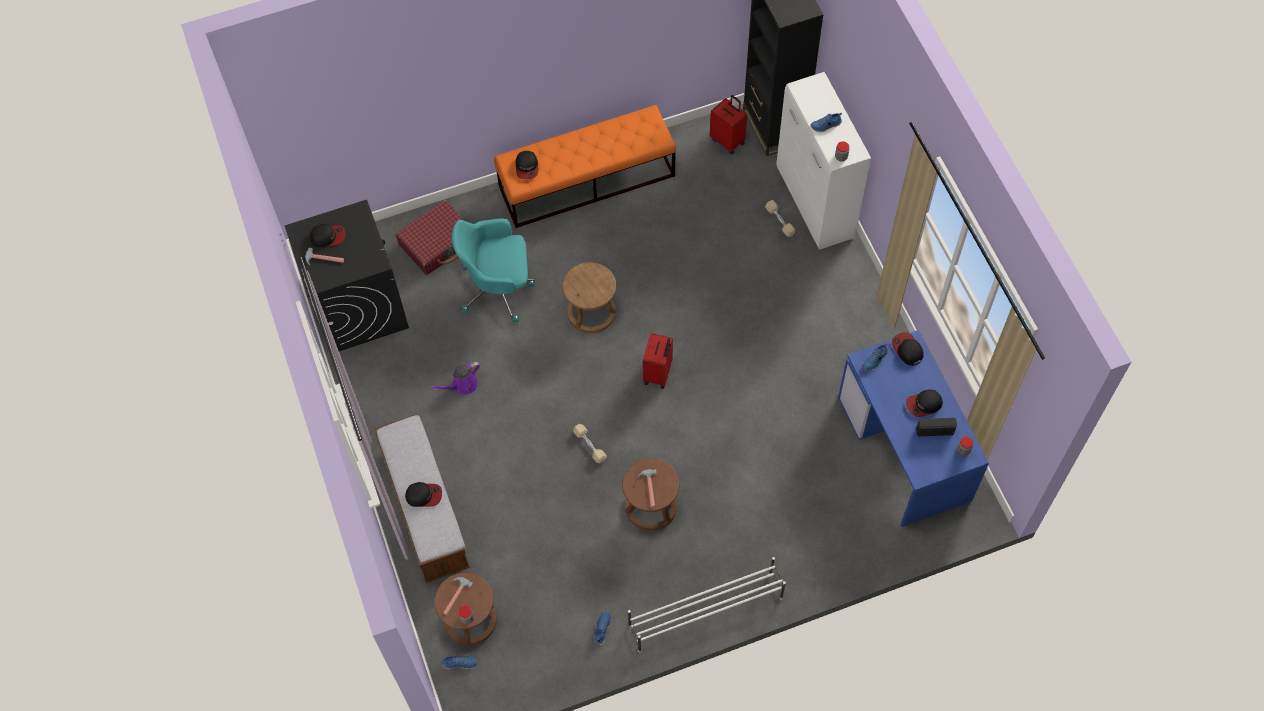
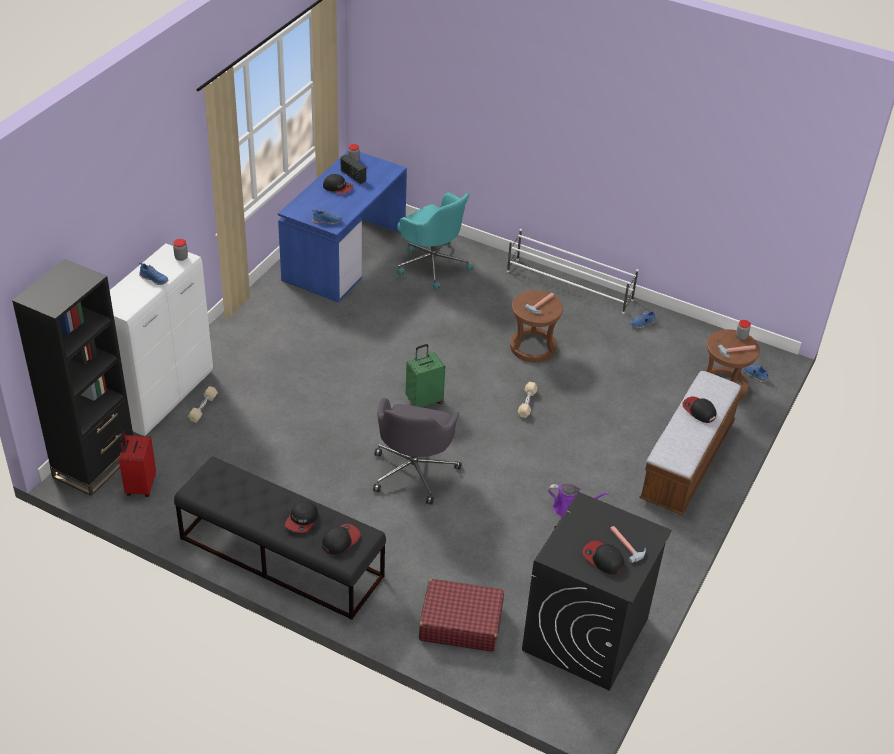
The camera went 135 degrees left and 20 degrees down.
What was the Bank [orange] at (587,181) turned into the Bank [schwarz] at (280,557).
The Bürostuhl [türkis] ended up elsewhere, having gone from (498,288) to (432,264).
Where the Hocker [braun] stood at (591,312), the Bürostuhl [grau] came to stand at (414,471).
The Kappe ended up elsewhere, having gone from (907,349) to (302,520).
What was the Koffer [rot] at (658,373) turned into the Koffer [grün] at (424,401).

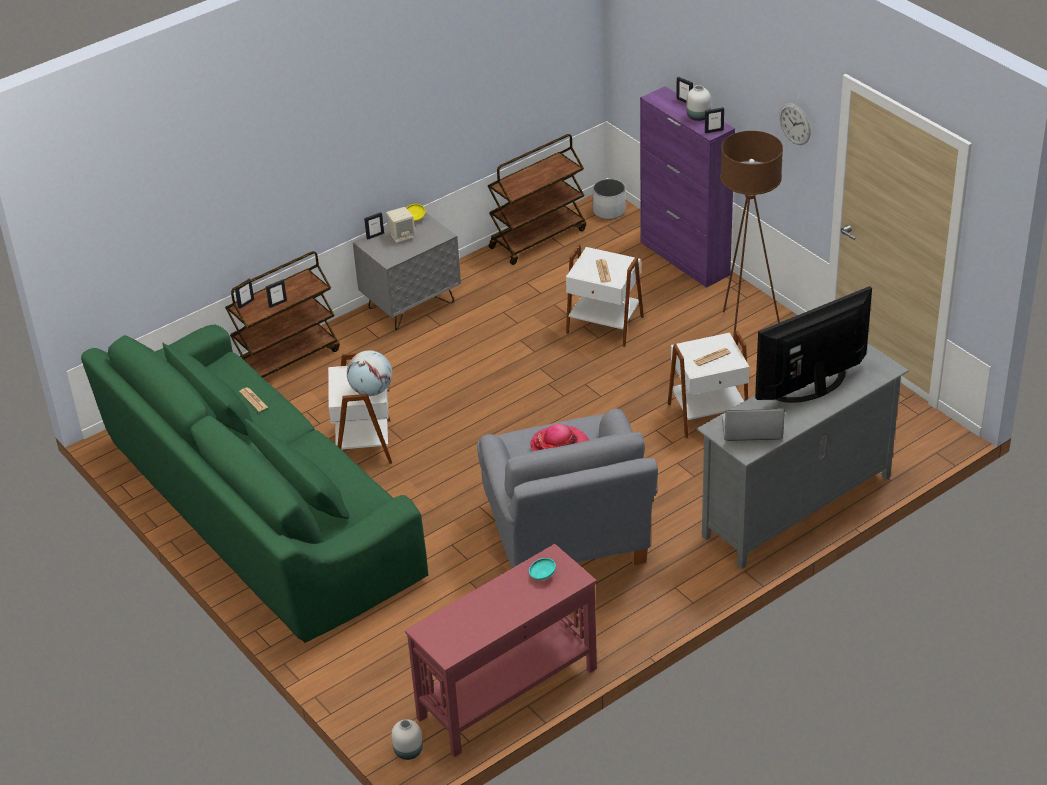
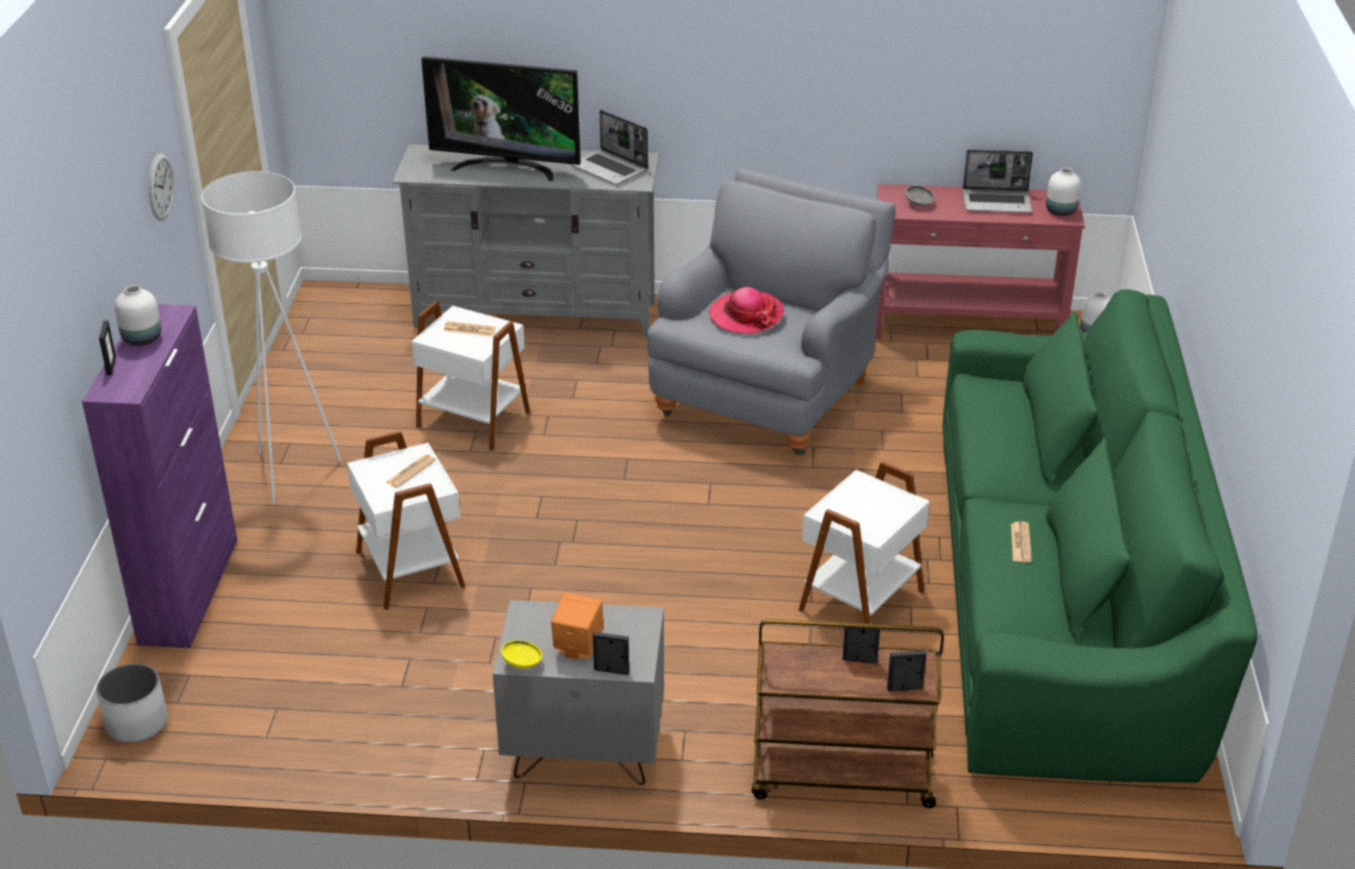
The camera went 140 degrees left and 5 degrees down.
The second view lost the Bilderrahmen at (714,131).
What was the Stehlampe [braun] at (745,329) turned into the Stehlampe [weiß] at (291,472).
The second view lost the Rollwagen [braun] at (538,238).
What was the Lautsprecher [beige] at (401,236) turned into the Lautsprecher [orange] at (577,647).
The second view lost the Globus at (371,390).
What was the Schüssel [türkis] at (542,575) turned into the Schüssel [grau] at (919,204).
The second view gained the Laptop at (997,202).
The second view gained the Vase [weiß] at (1060,211).

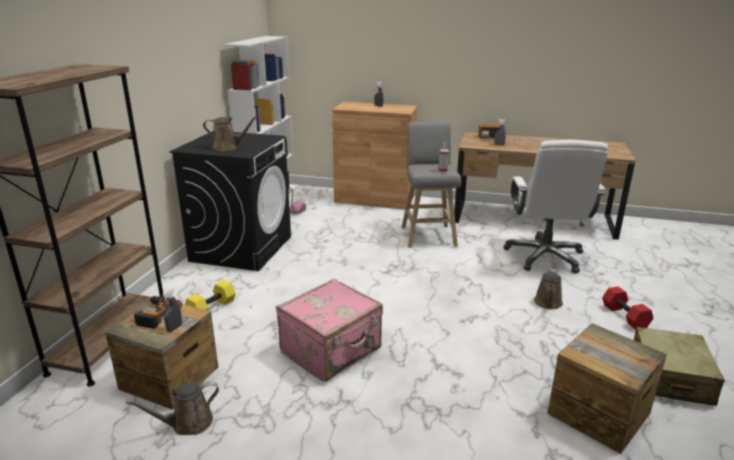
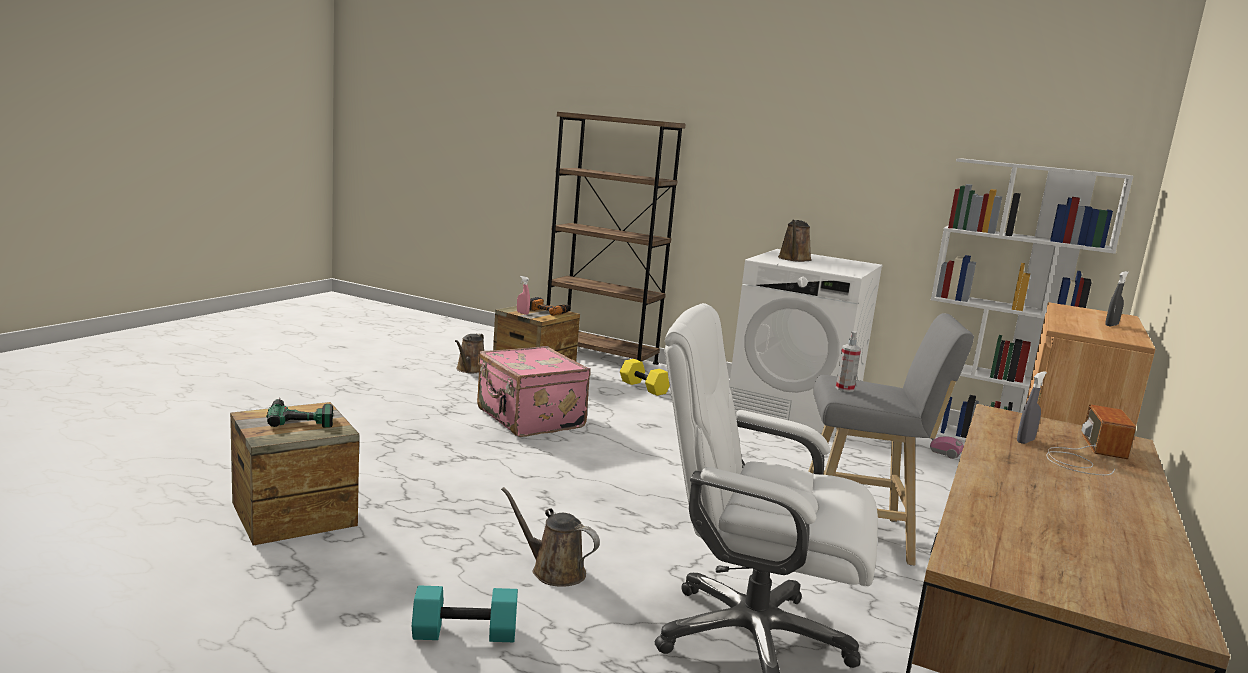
The camera went 100 degrees right and 10 degrees down.
What was the Waschmaschine [schwarz] at (242,248) turned into the Waschmaschine [weiß] at (794,410).
What was the Hantel [rot] at (625,316) turned into the Hantel [türkis] at (463,634).
What was the Sprühflasche [grau] at (174,328) turned into the Sprühflasche [rosa] at (522,313).
The second view lost the Koffer [beige] at (670,377).
The Gießkanne [braun] at (188,424) ended up facing another way, 150 degrees counterclockwise from before.
The second view gained the Bohrmaschine at (301,415).

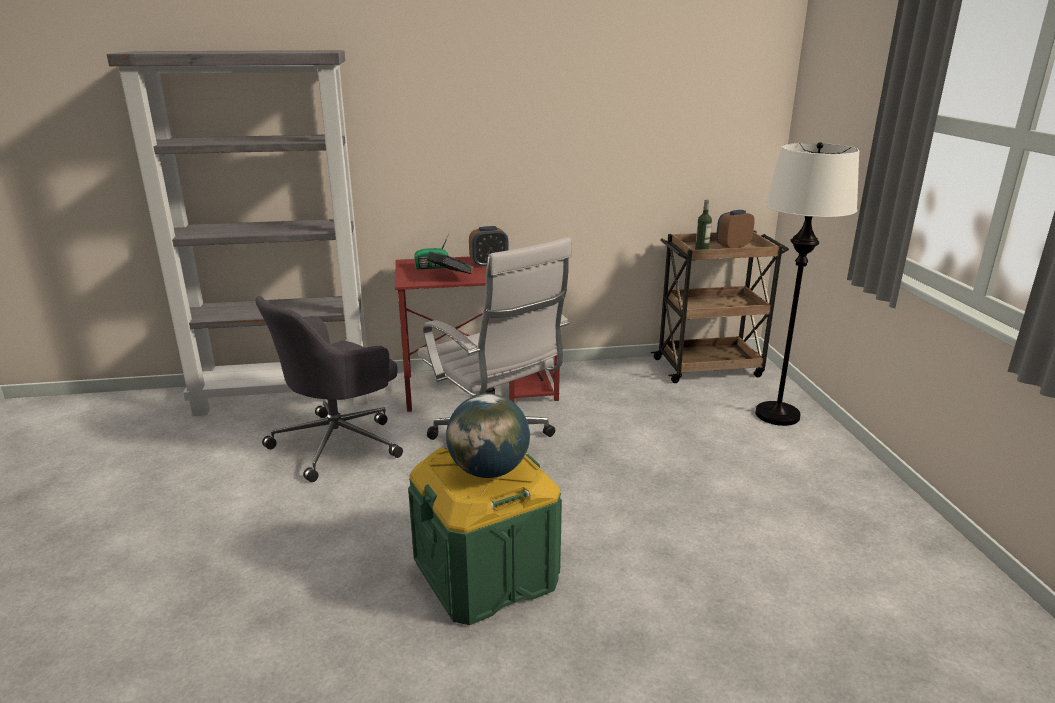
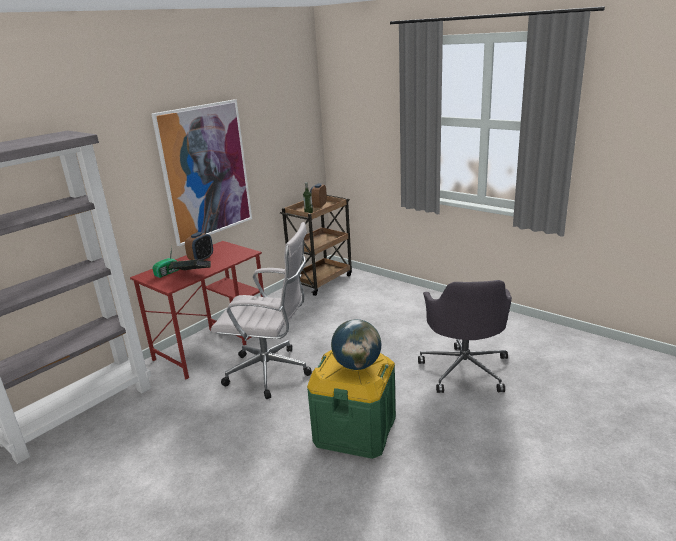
The camera went 40 degrees left and 0 degrees up.
The second view lost the Stehlampe [weiß] at (777,415).
The Bürostuhl [grau] ended up elsewhere, having gone from (339,443) to (465,368).
The second view gained the Bild at (205,171).

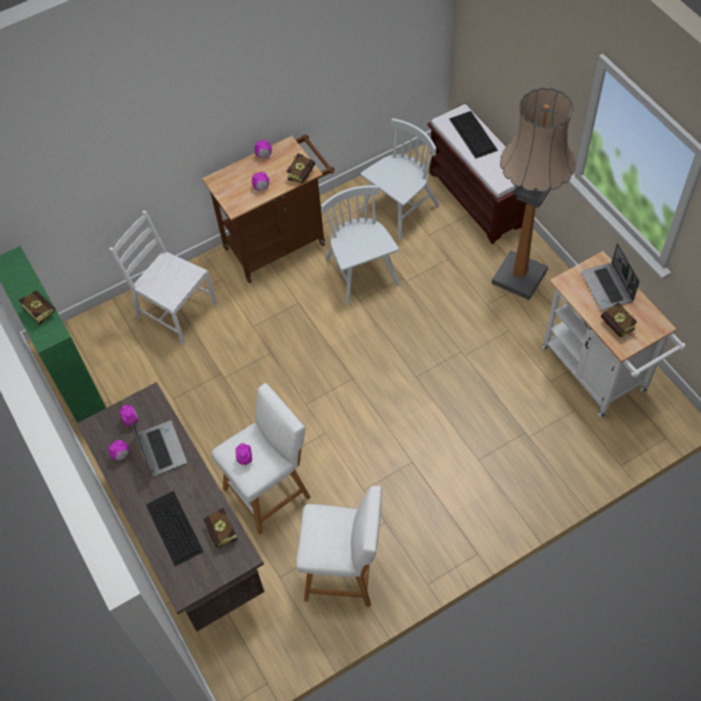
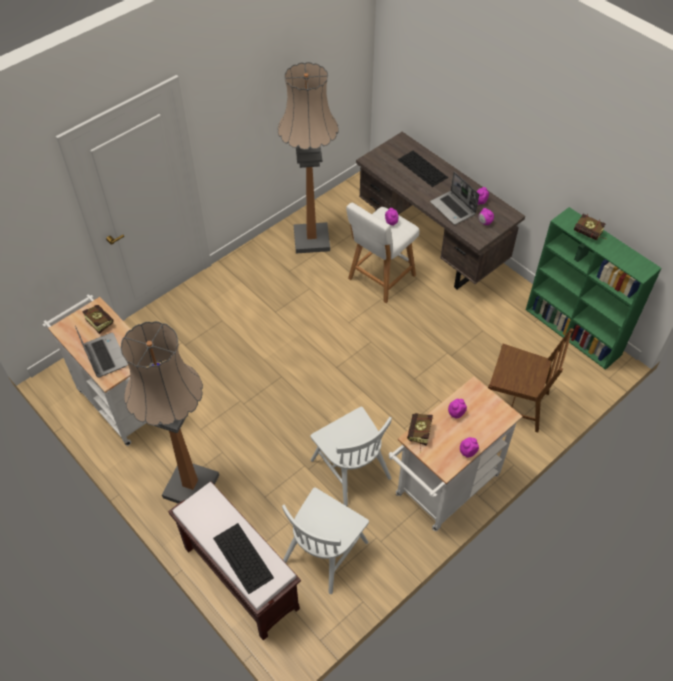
The camera went 165 degrees right and 5 degrees down.
What was the Rollwagen [braun] at (280,243) turned into the Rollwagen [weiß] at (443,490).
What was the Stuhl [weiß] at (175,311) turned into the Stuhl [braun] at (516,403).
Where the Hocker [weiß] stood at (345,572), the Stehlampe came to stand at (311,239).
The second view lost the Buch at (223,535).

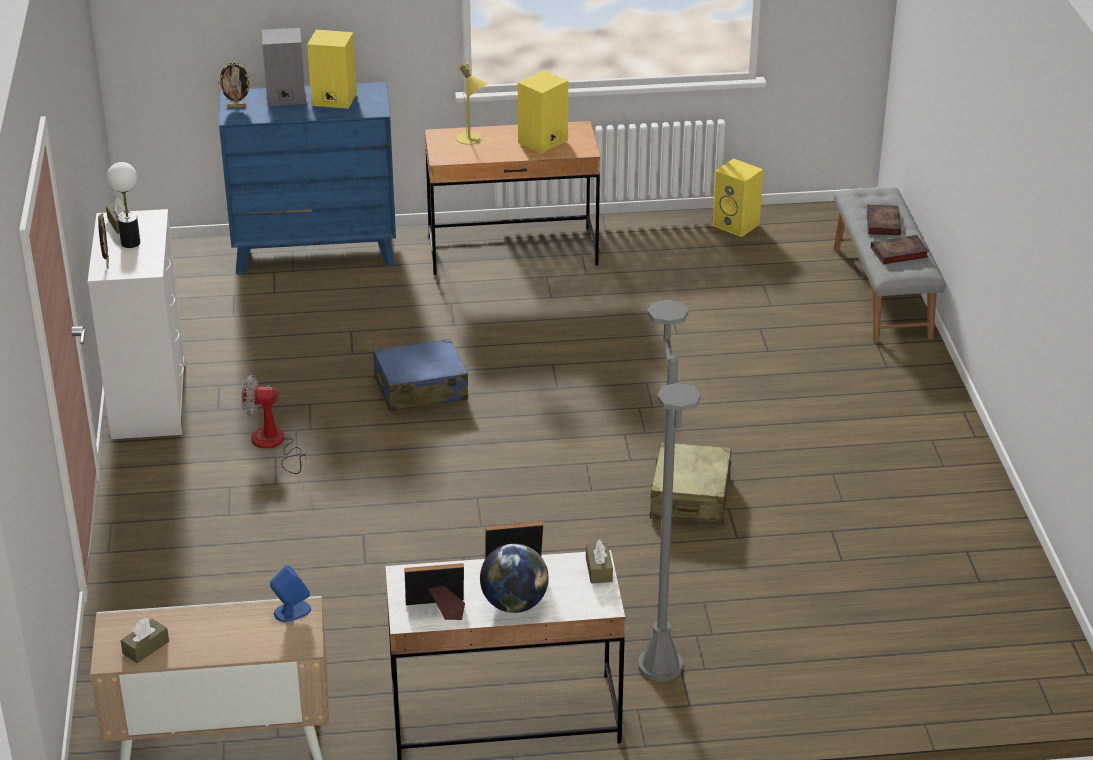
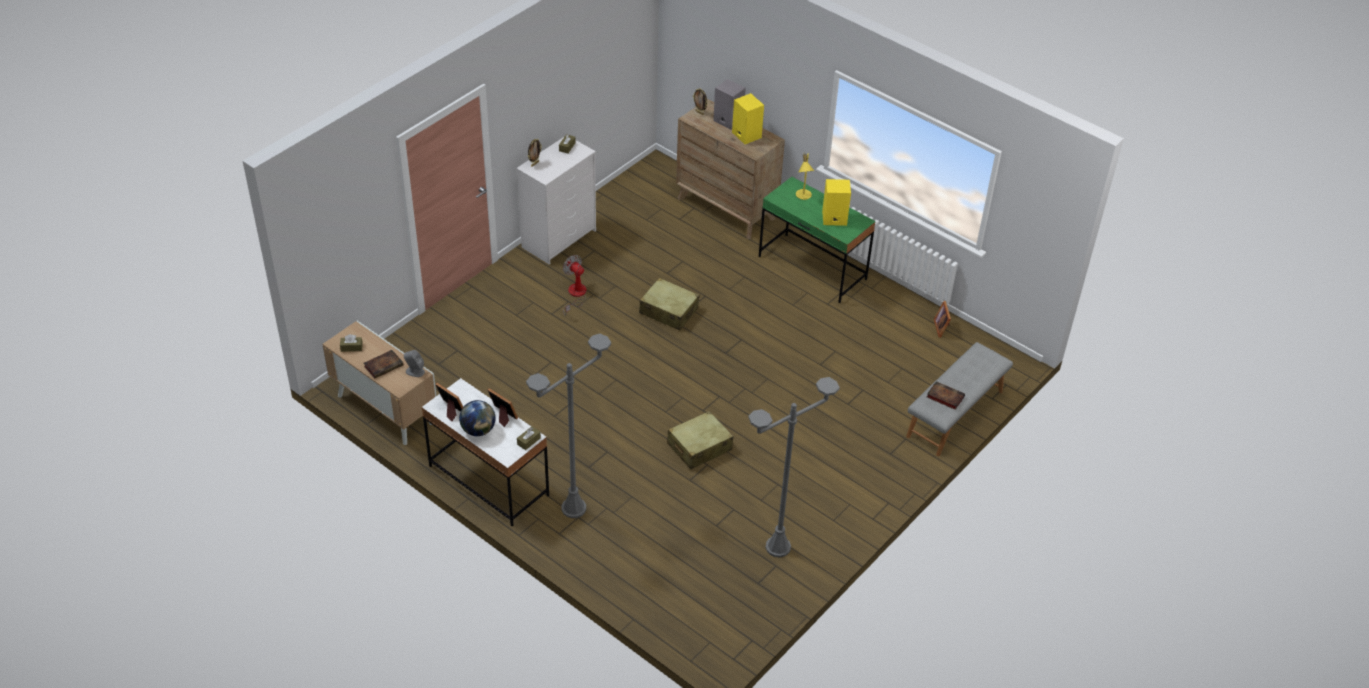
The camera went 45 degrees right and 10 degrees up.
What was the Kommode [blau] at (315,251) turned into the Kommode [braun] at (726,208).
What was the Schreibtisch [braun] at (513,251) turned into the Schreibtisch [grün] at (812,268).
Where the Lautsprecher [gelb] stood at (737,225), the Bilderrahmen came to stand at (942,327).
The second view lost the Tischlampe at (131,243).
The Buch ended up elsewhere, having gone from (882,222) to (384,365).
What was the Koffer [blau] at (420,389) turned into the Koffer [beige] at (668,311).
What was the Lautsprecher [blau] at (291,611) turned into the Lautsprecher [grau] at (415,371).
The second view gained the Stehlampe [grau] at (778,547).

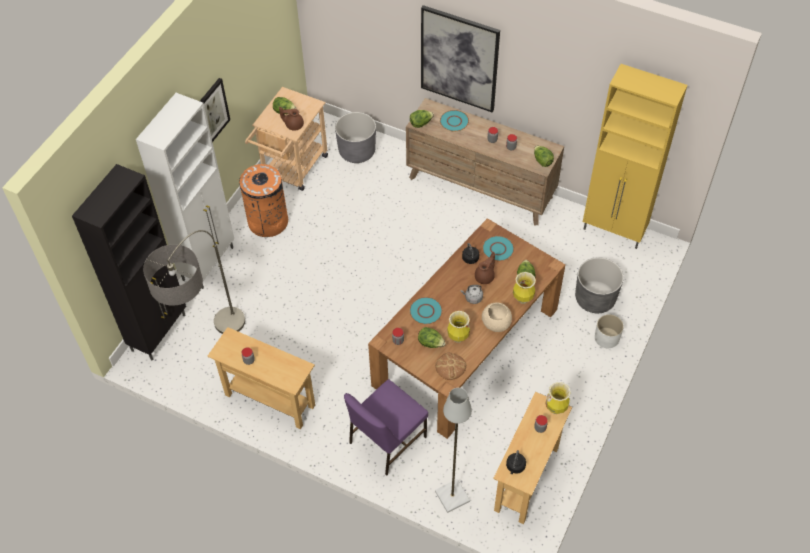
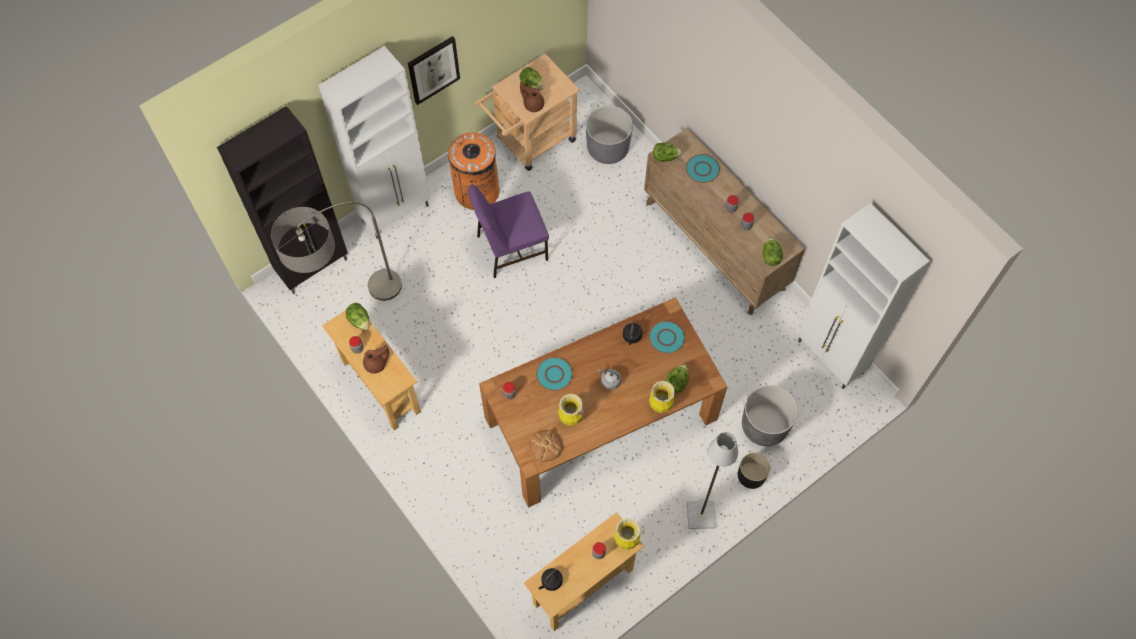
The camera went 25 degrees right and 10 degrees up.
The second view lost the Bild at (459,59).
What was the Schrank [gelb] at (614,231) turned into the Schrank [weiß] at (830,358).
The Teekanne [braun] ended up elsewhere, having gone from (485,277) to (377,364).
The second view lost the Schüssel [beige] at (495,323).
What was the Pflanzkübel [weiß] at (607,338) turned into the Pflanzkübel [schwarz] at (751,475).
The Salatkopf ended up elsewhere, having gone from (431,343) to (359,321).
The Stuhl [lila] ended up elsewhere, having gone from (386,440) to (510,248).
The Stehlampe [grau] ended up elsewhere, having gone from (451,496) to (700,514).

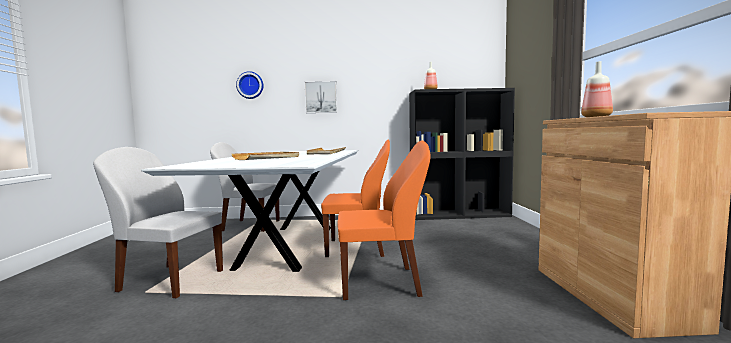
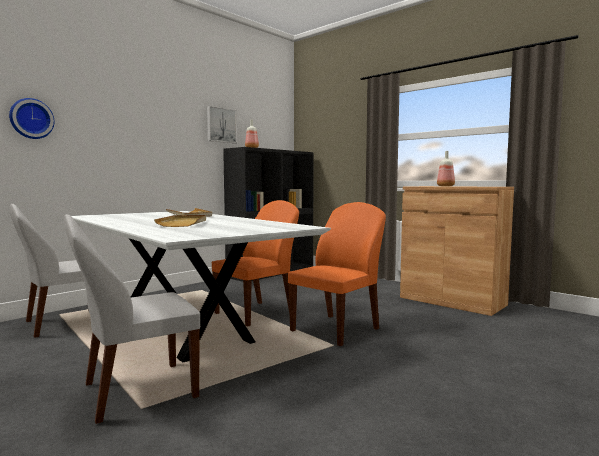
The camera went 45 degrees left and 0 degrees up.
The Bild ended up elsewhere, having gone from (321,97) to (221,125).

